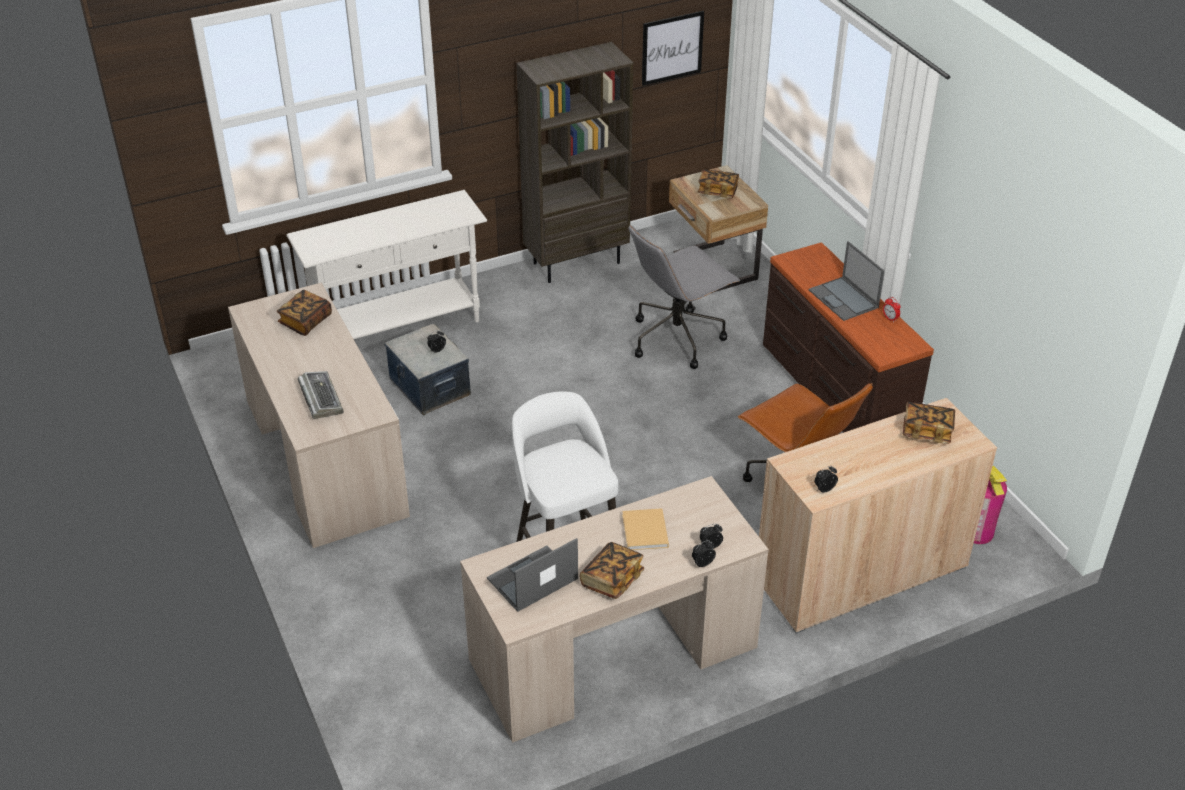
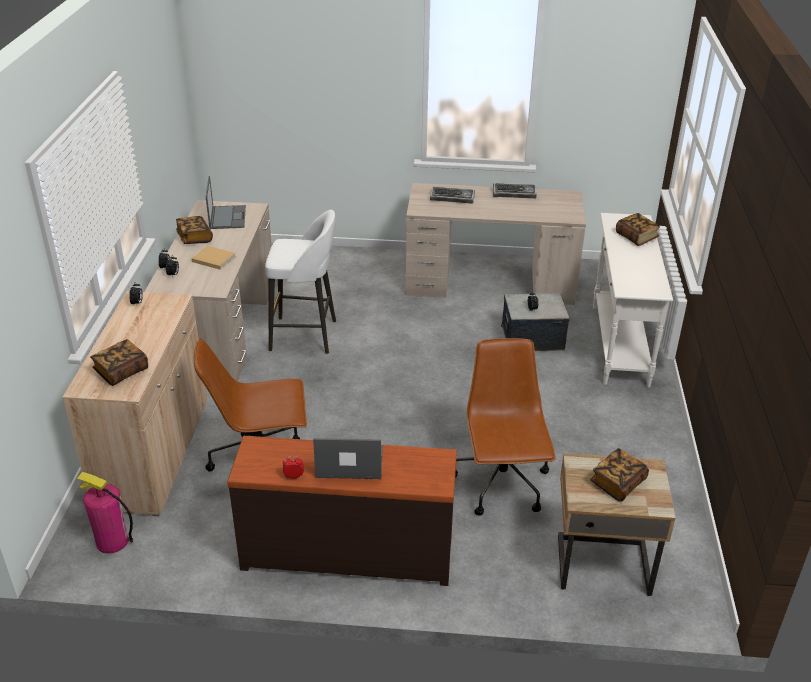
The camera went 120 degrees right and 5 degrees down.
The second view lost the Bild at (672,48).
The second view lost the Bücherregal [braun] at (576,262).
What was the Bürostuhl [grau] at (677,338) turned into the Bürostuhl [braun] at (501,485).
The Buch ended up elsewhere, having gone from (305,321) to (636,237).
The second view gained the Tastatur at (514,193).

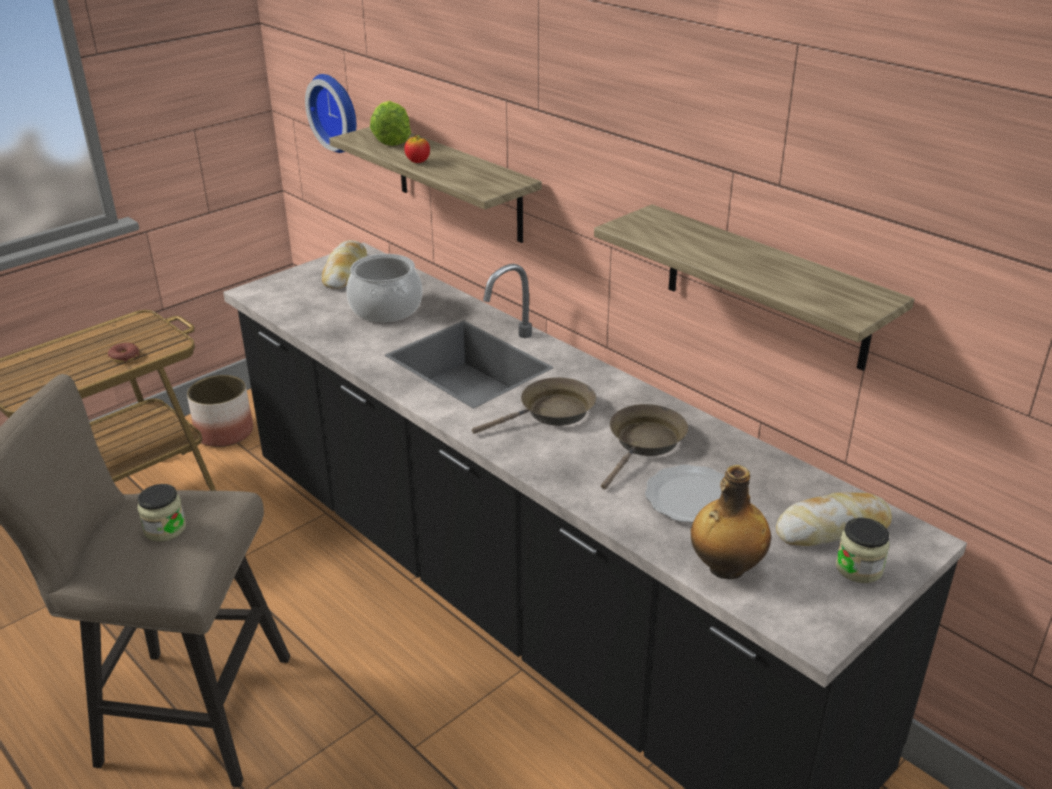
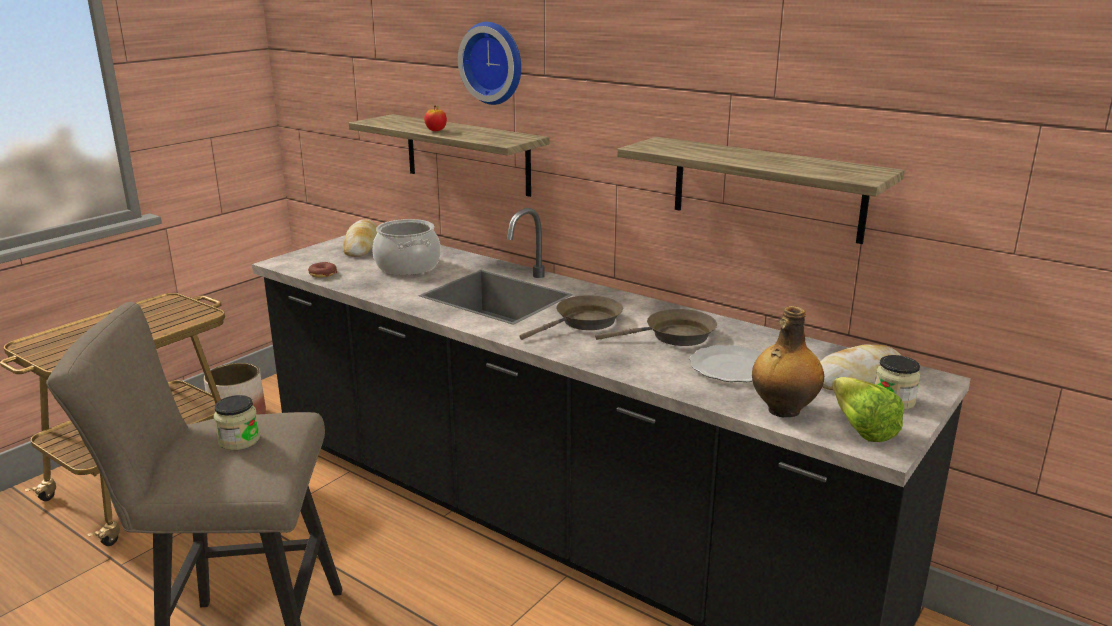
The camera went 10 degrees left and 10 degrees down.
The Wanduhr ended up elsewhere, having gone from (337,112) to (494,63).
The Salatkopf ended up elsewhere, having gone from (392,138) to (858,426).
The Donut ended up elsewhere, having gone from (124,357) to (322,274).
The Pfanne [braun] at (645,443) ended up facing another way, 60 degrees clockwise from before.

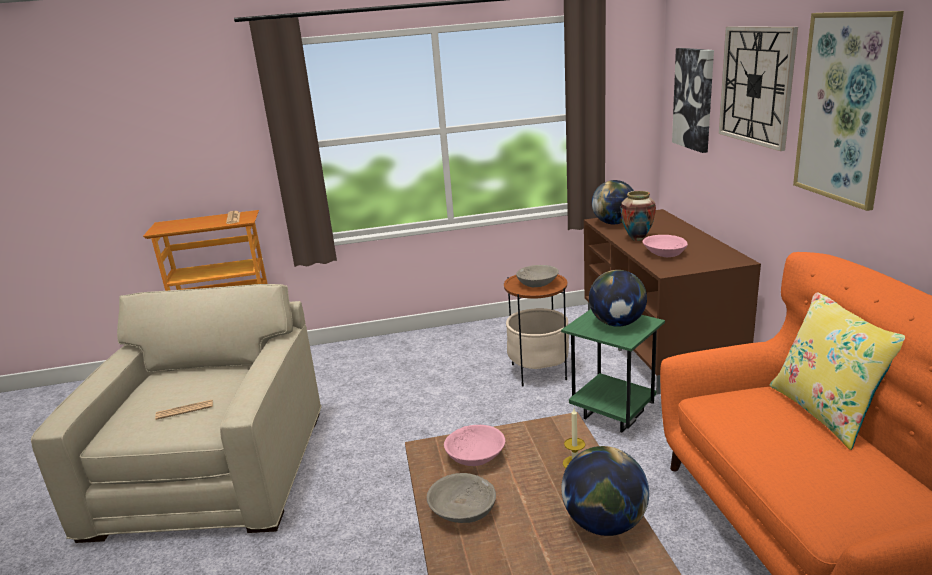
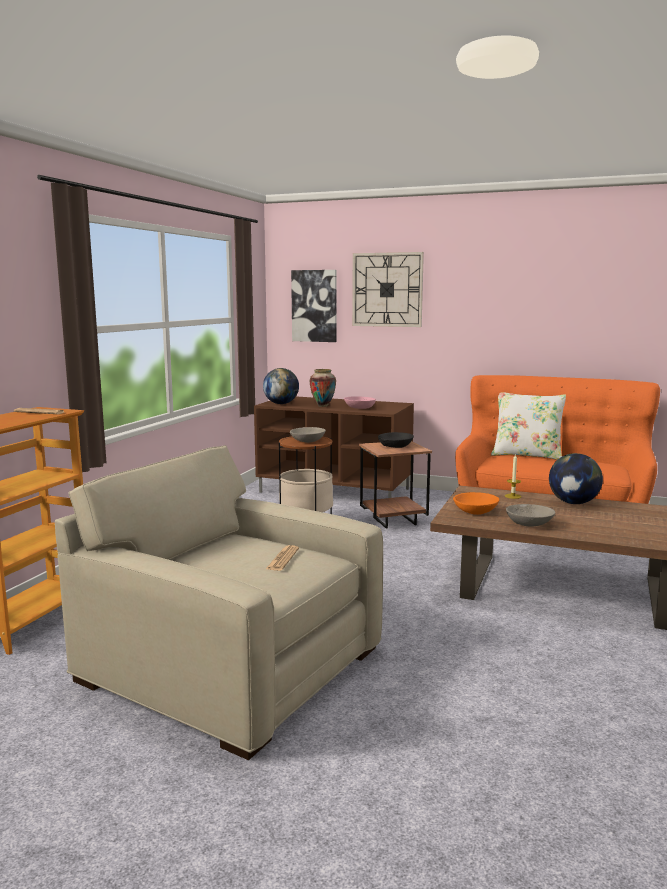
The camera went 60 degrees left and 10 degrees down.
The second view lost the Bild at (845,108).
Where the Globus stood at (617,323), the Schüssel [schwarz] came to stand at (395,446).
What was the Kissen [gelb] at (825,412) turned into the Kissen [weiß] at (527,455).
What was the Beistelltisch [grün] at (613,414) turned into the Beistelltisch [braun] at (393,521).
What was the Schüssel [rosa] at (475,456) turned into the Schüssel [orange] at (475,511).

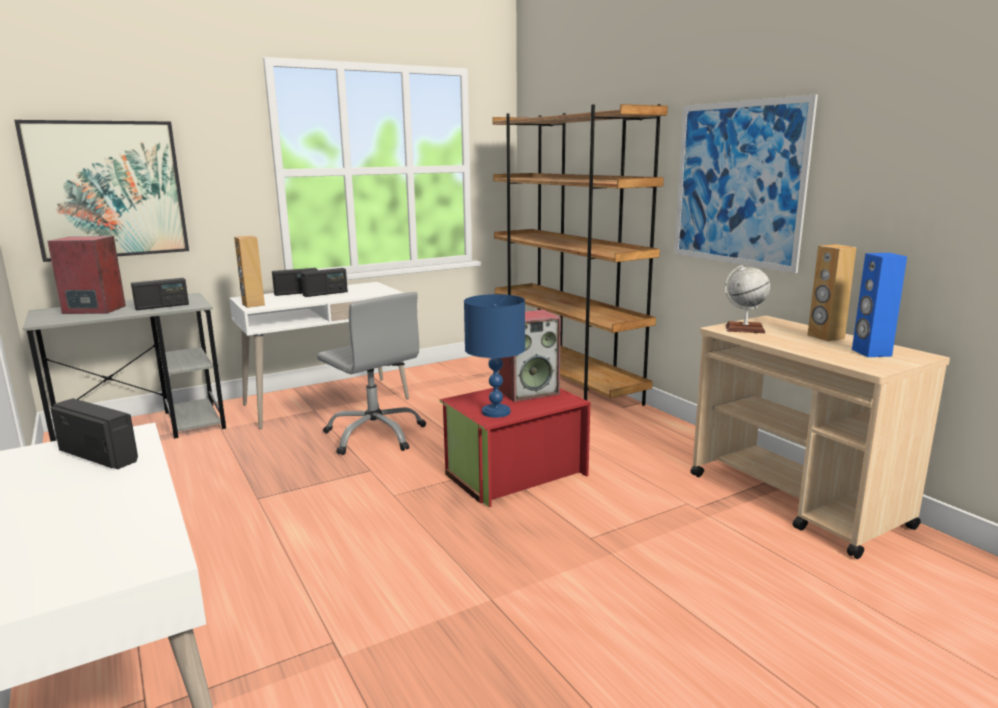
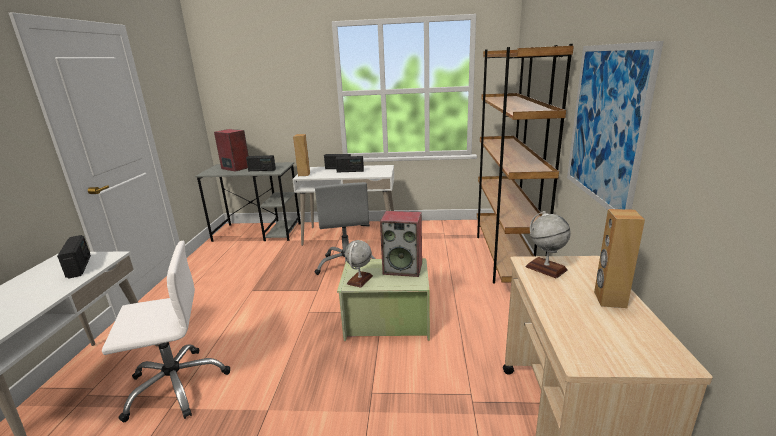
The camera went 35 degrees right and 5 degrees up.
The second view lost the Bild at (108,190).
The second view lost the Lautsprecher [blau] at (871,353).
Where the Tischlampe [blau] stood at (495,412), the Globus came to stand at (360,280).
What was the Aufbewahrungsbox [rot] at (513,473) turned into the Aufbewahrungsbox [grün] at (387,320).
The second view gained the Bürostuhl [weiß] at (176,385).

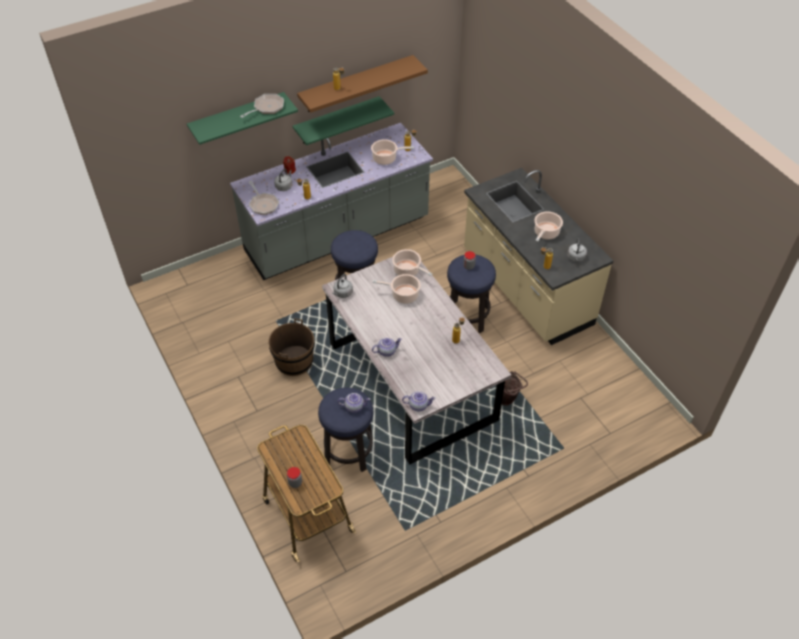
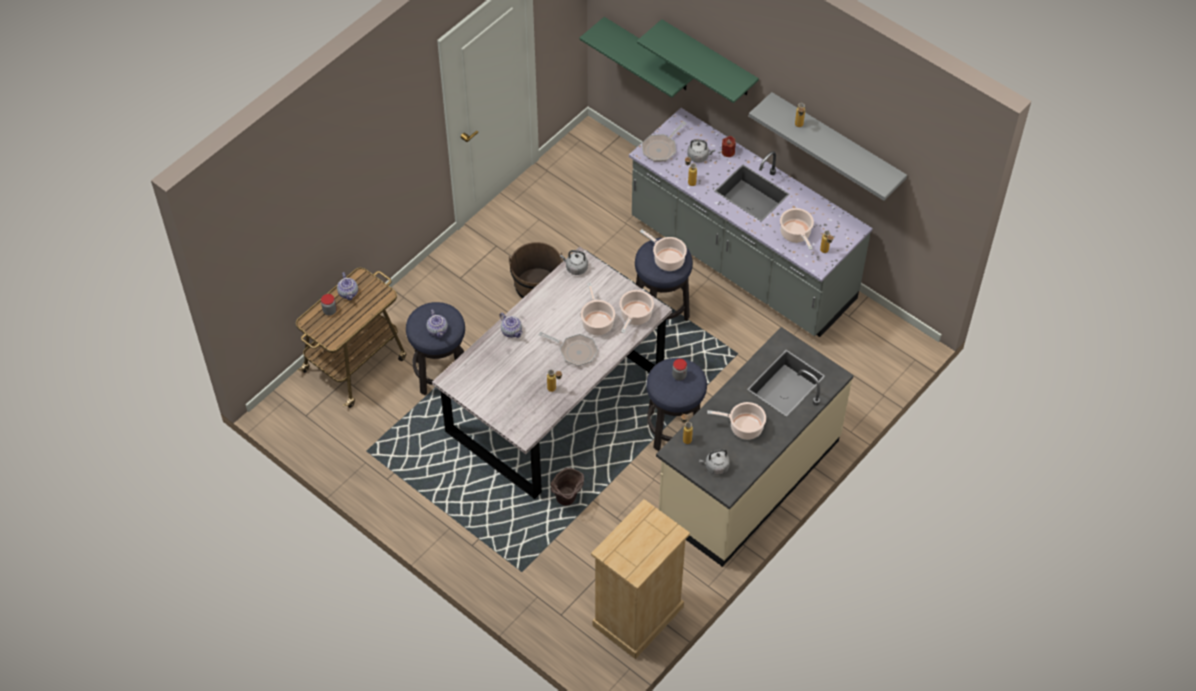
The camera went 70 degrees right and 5 degrees up.
What was the Wandregal [braun] at (356,84) turned into the Wandregal [grau] at (836,143).
The Pfanne ended up elsewhere, having gone from (267,108) to (575,351).
The Wandregal [grün] ended up elsewhere, having gone from (337,120) to (649,55).
The Teekanne ended up elsewhere, having gone from (418,405) to (349,293).
The second view gained the Kochtopf at (667,259).
The second view gained the Kommode [beige] at (638,617).

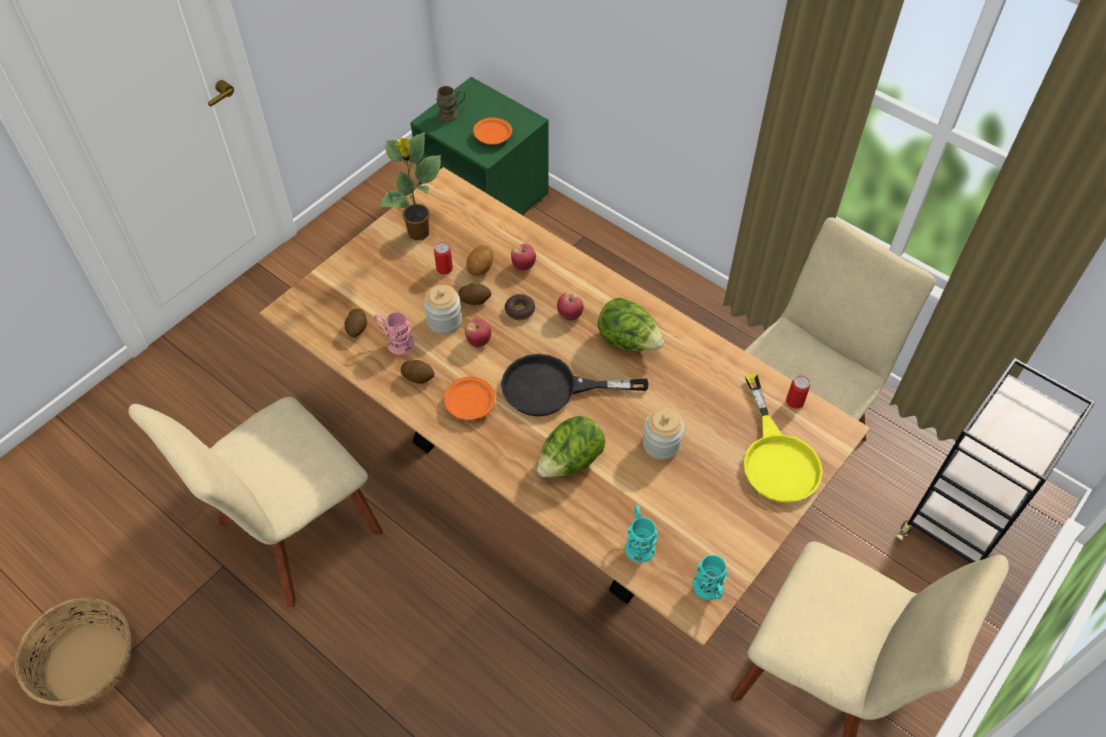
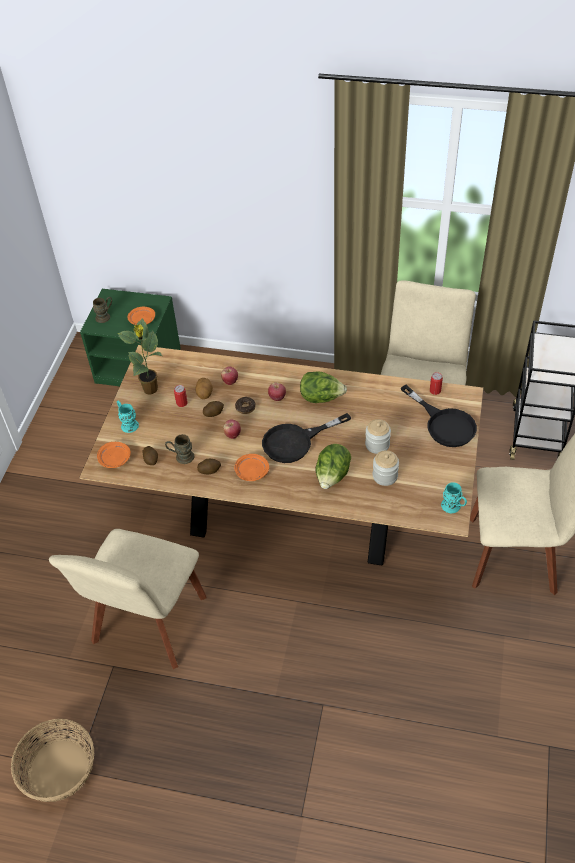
The camera went 25 degrees left and 5 degrees down.
The Vorratsglas ended up elsewhere, having gone from (444,321) to (385,476).
What was the Henkelbecher [rosa] at (395,342) turned into the Henkelbecher [braun] at (181,457).
What was the Pfanne [gelb] at (777,457) turned into the Pfanne [schwarz] at (444,424).
The Henkelbecher [türkis] ended up elsewhere, having gone from (638,542) to (127,423).
The second view gained the Teller [orange] at (115,459).

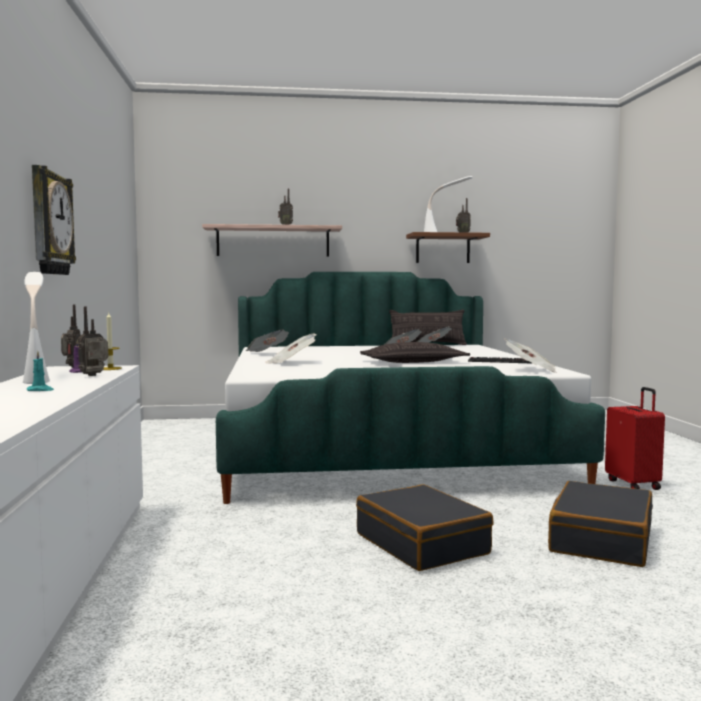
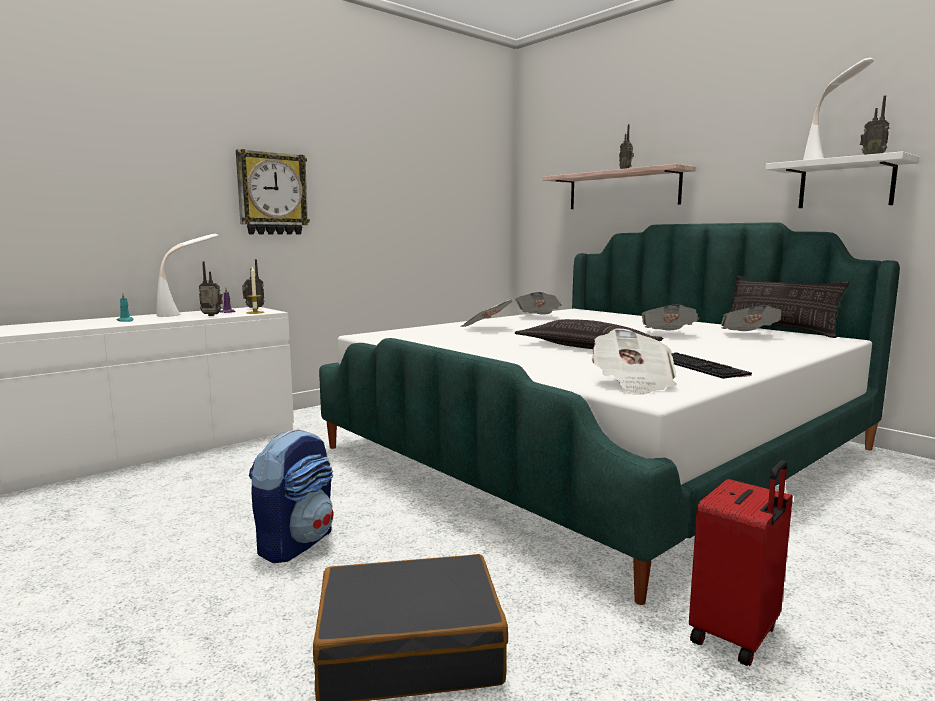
The camera went 55 degrees right and 5 degrees up.
What was the Wandregal [braun] at (442,249) turned into the Wandregal [weiß] at (846,184).
Where the Koffer [schwarz] stood at (422,544), the Rucksack came to stand at (296,543).

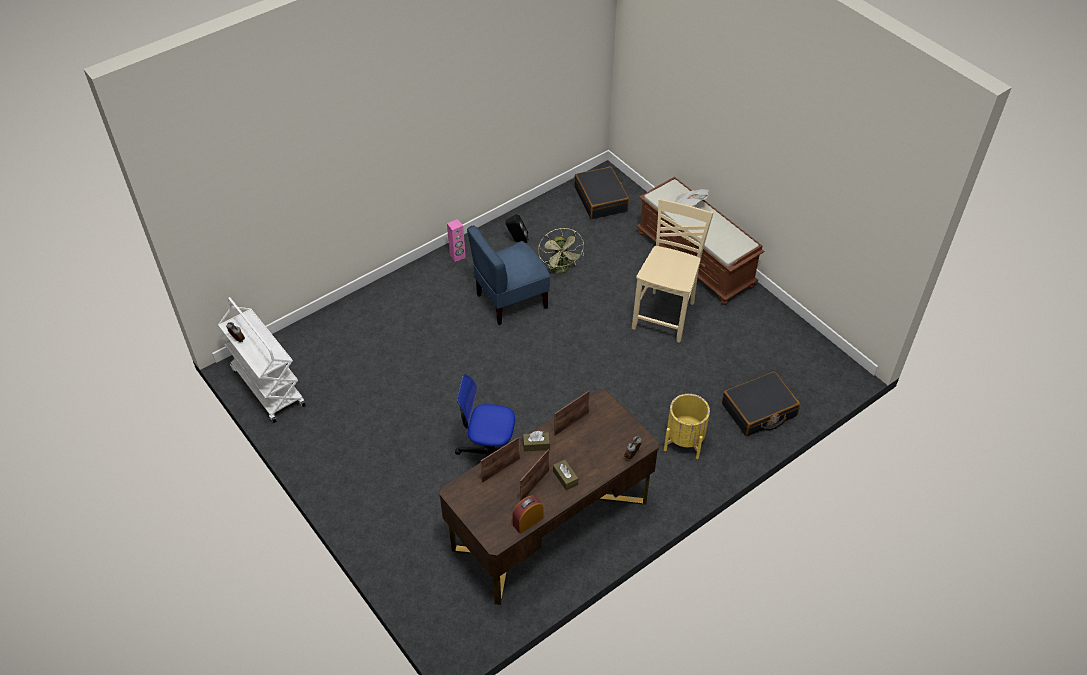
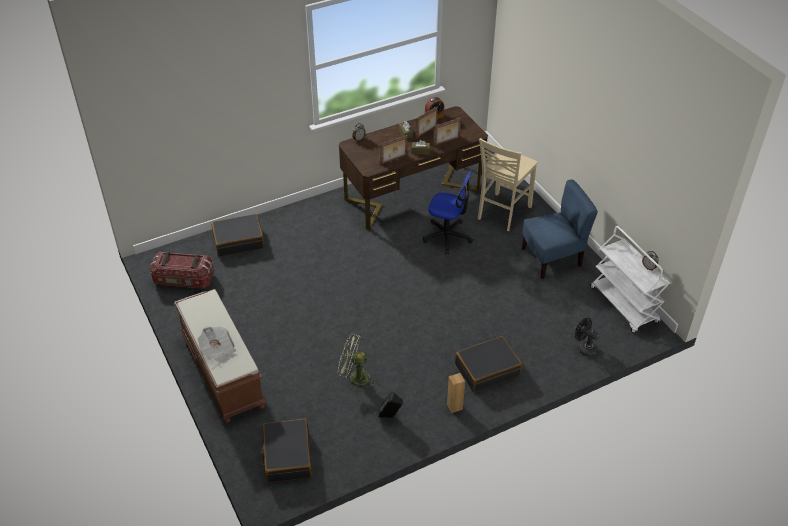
The camera went 170 degrees left and 5 degrees down.
The Stuhl [beige] ended up elsewhere, having gone from (665,315) to (502,213).
What was the Lautsprecher [rosa] at (457,256) turned into the Lautsprecher [braun] at (454,407).
The Stuhl [blau] ended up elsewhere, having gone from (511,301) to (552,258).
The Ventilator [grün] at (561,269) ended up facing another way, 75 degrees counterclockwise from before.
The second view lost the Pflanzkübel [gelb] at (684,441).
The second view gained the Aufbewahrungsbox at (184,280).
The second view gained the Ventilator [schwarz] at (584,348).
The second view gained the Koffer [schwarz] at (487,369).

